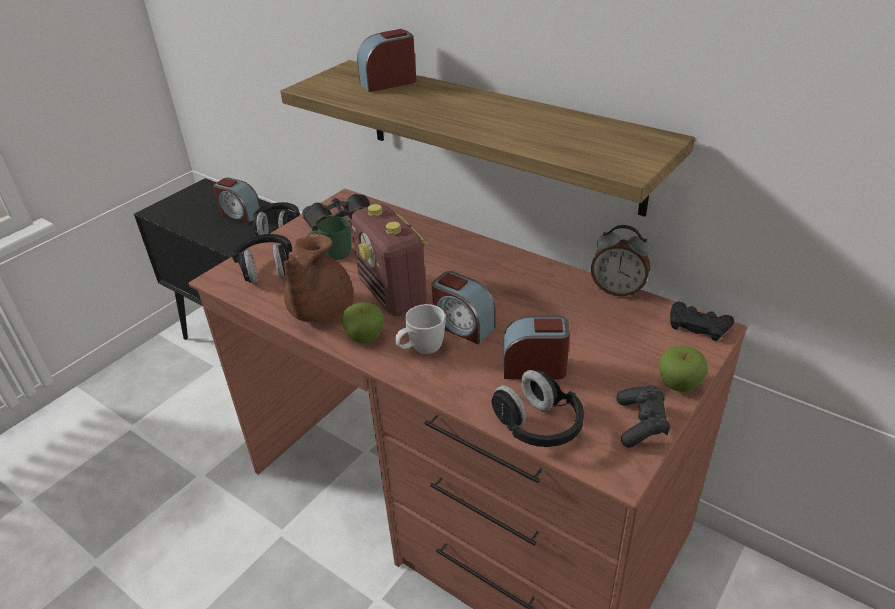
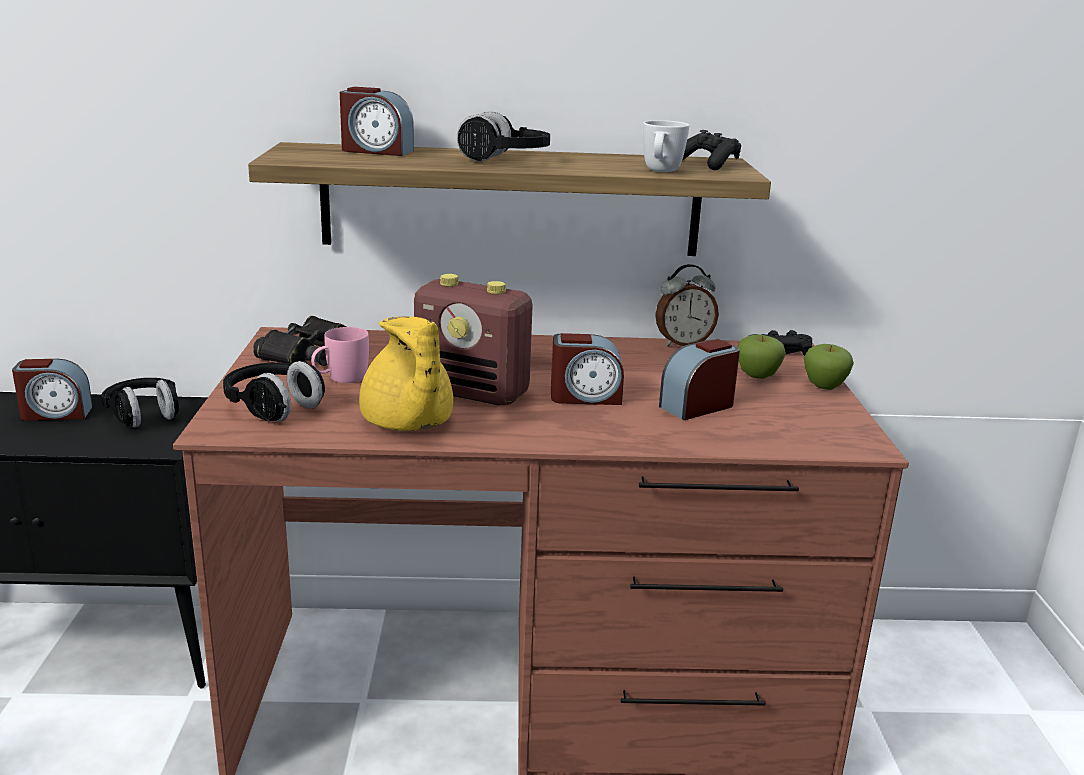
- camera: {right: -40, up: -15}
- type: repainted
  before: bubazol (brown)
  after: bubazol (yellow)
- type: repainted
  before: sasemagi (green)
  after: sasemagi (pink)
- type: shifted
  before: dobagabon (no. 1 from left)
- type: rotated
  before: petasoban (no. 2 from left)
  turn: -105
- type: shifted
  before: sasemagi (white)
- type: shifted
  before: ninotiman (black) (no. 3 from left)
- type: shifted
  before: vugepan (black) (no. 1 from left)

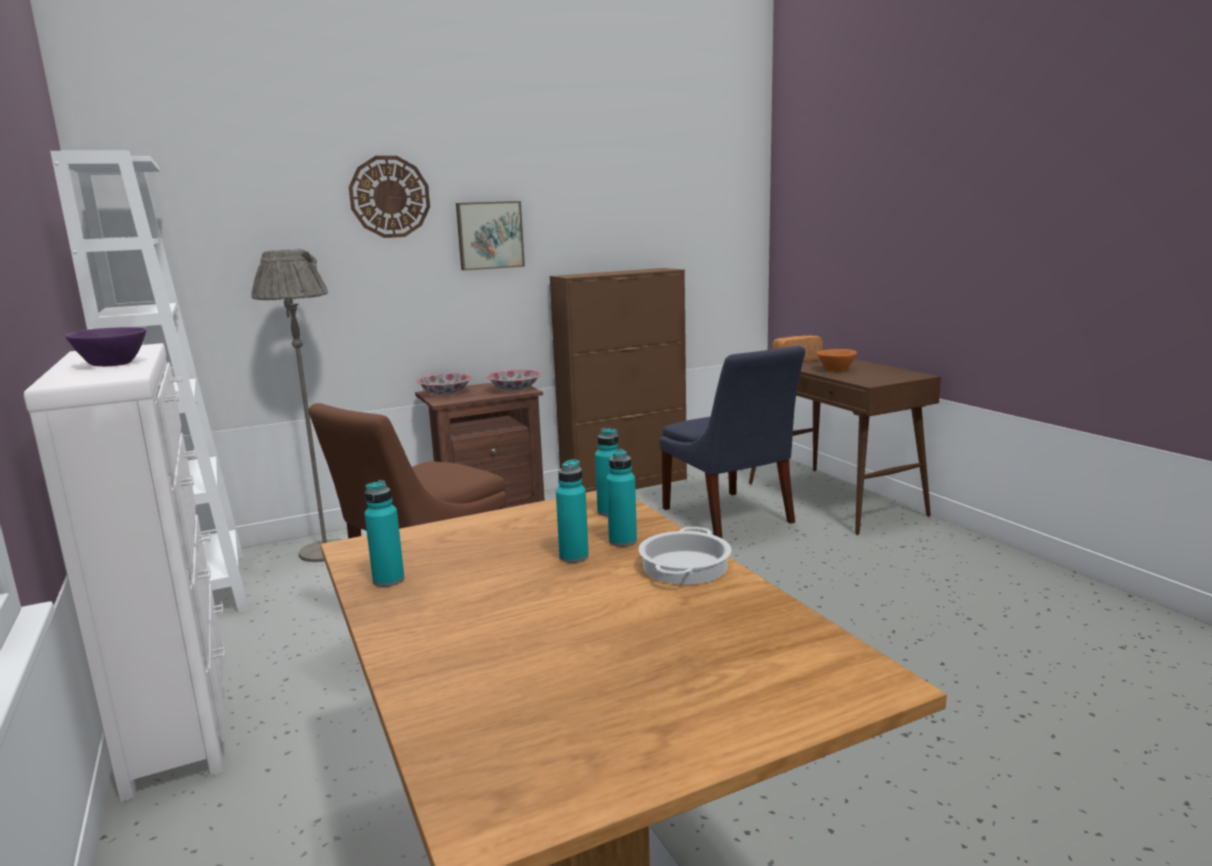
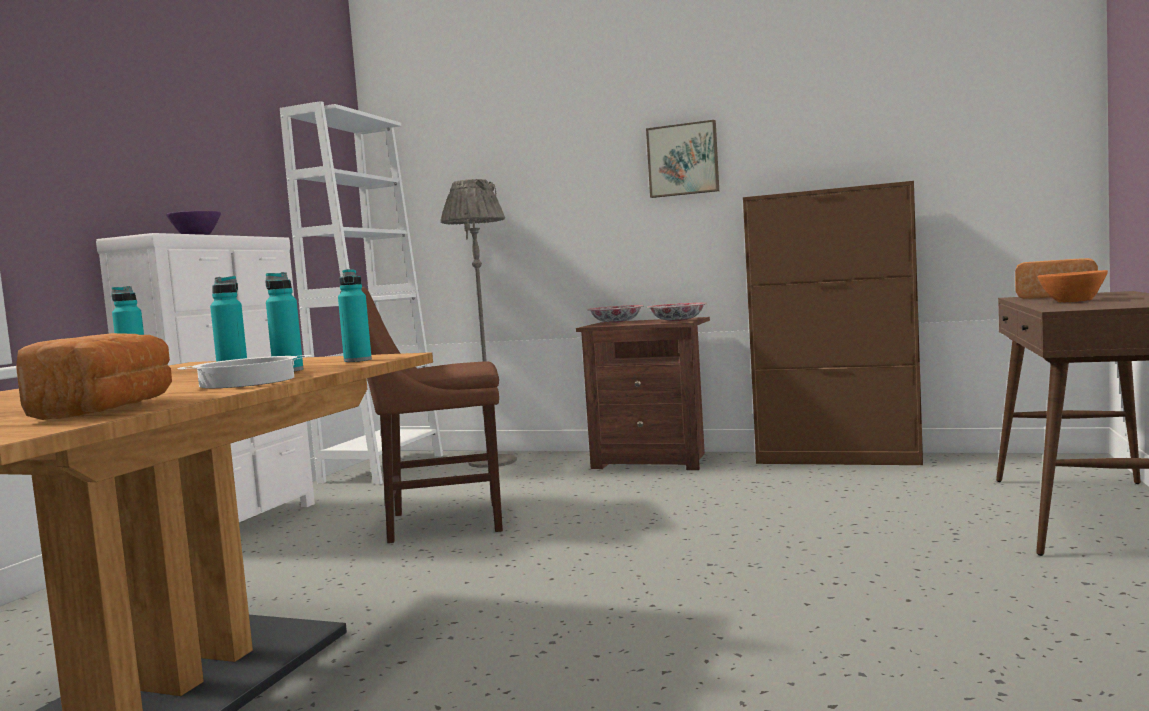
- camera: {right: 45, up: -10}
- type: gone
  before: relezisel
- type: gone
  before: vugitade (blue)
- type: new
  after: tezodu (no. 1 from left)

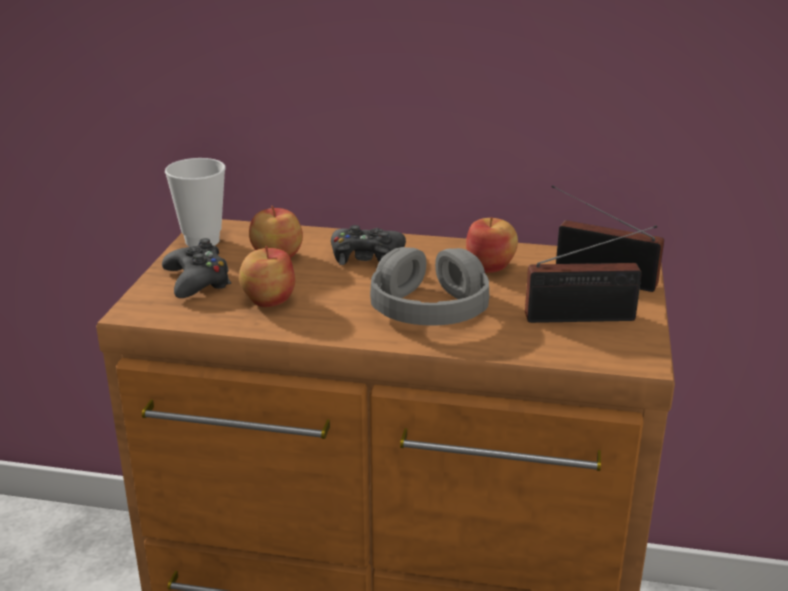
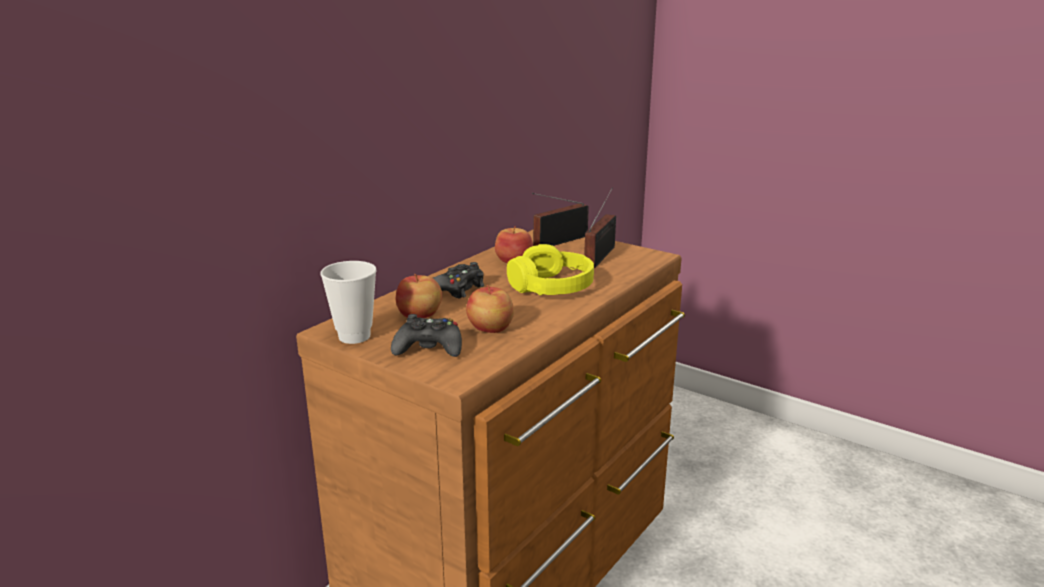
- camera: {right: -65, up: -5}
- type: repainted
  before: ninotiman (grey)
  after: ninotiman (yellow)

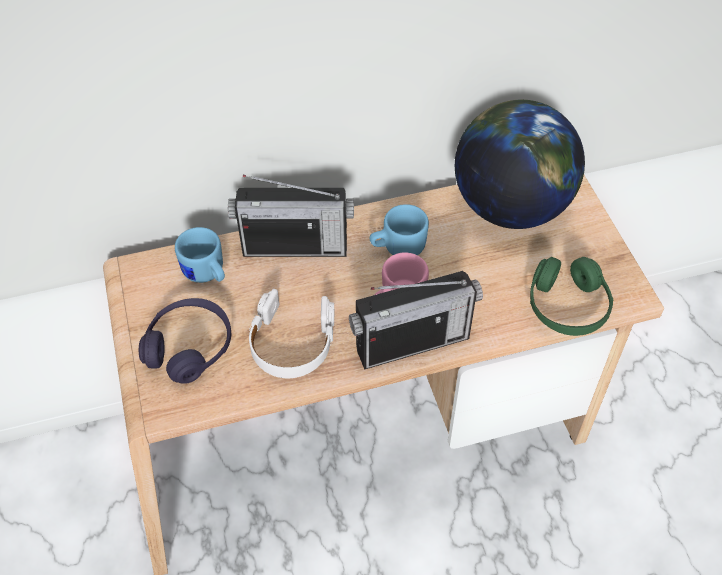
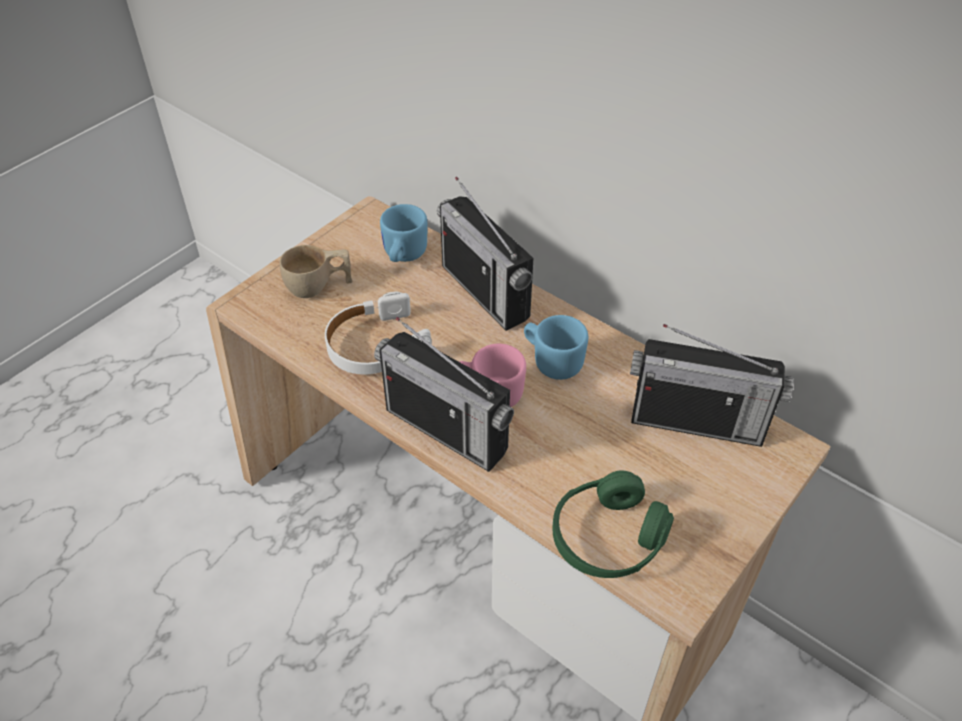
- camera: {right: 55, up: -5}
- type: swapped
  before: ninotiman (purple)
  after: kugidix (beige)
- type: swapped
  before: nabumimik
  after: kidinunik (no. 3 from left)

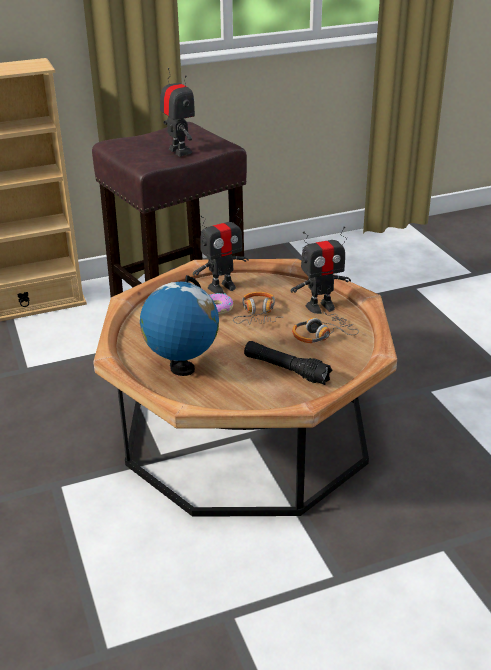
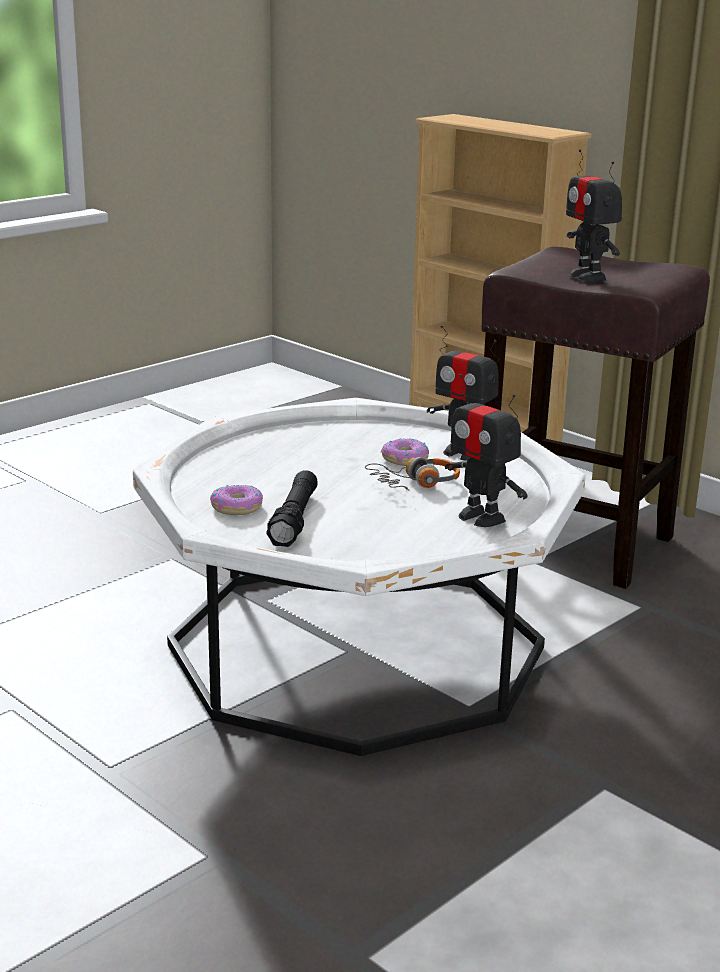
- camera: {right: 65, up: -10}
- type: repainted
  before: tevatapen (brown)
  after: tevatapen (white)
- type: gone
  before: nabumimik
- type: rotated
  before: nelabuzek (no. 1 from left in the first image)
  turn: 120
- type: gone
  before: ninotiman (no. 2 from left)
- type: new
  after: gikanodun (no. 1 from left)

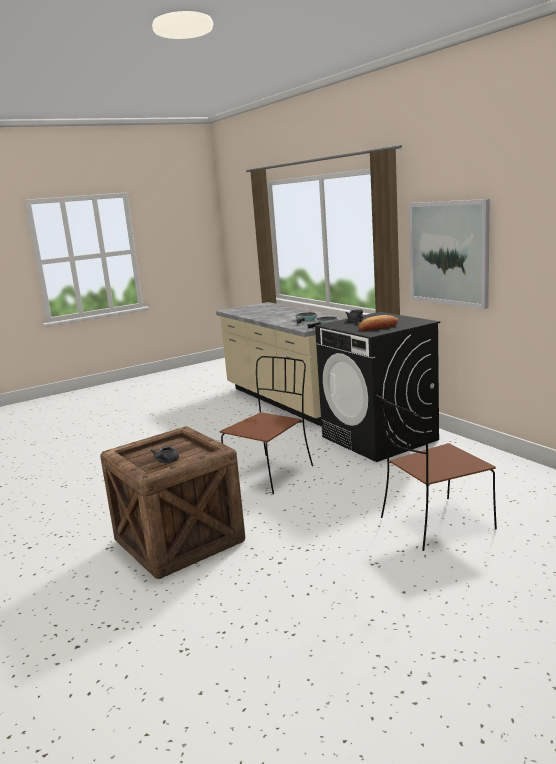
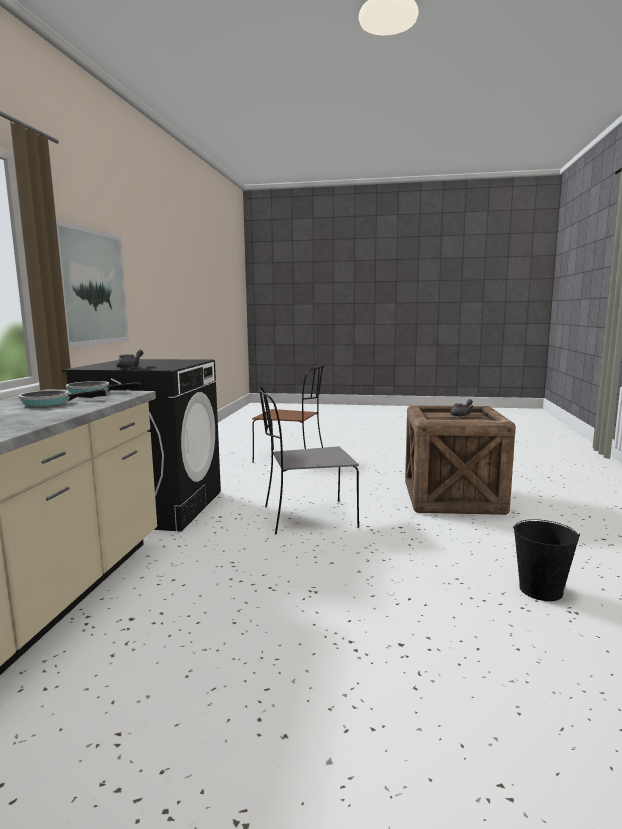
- camera: {right: -140, up: -5}
- type: repainted
  before: vugitade (brown) (no. 1 from left)
  after: vugitade (grey)
- type: gone
  before: tezodu
- type: new
  after: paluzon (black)

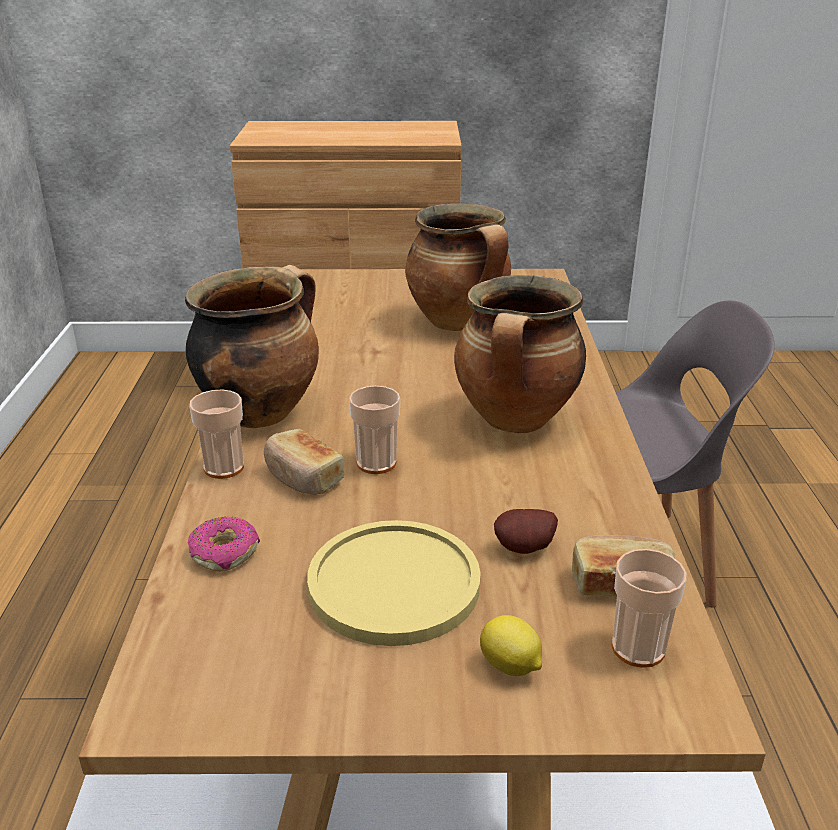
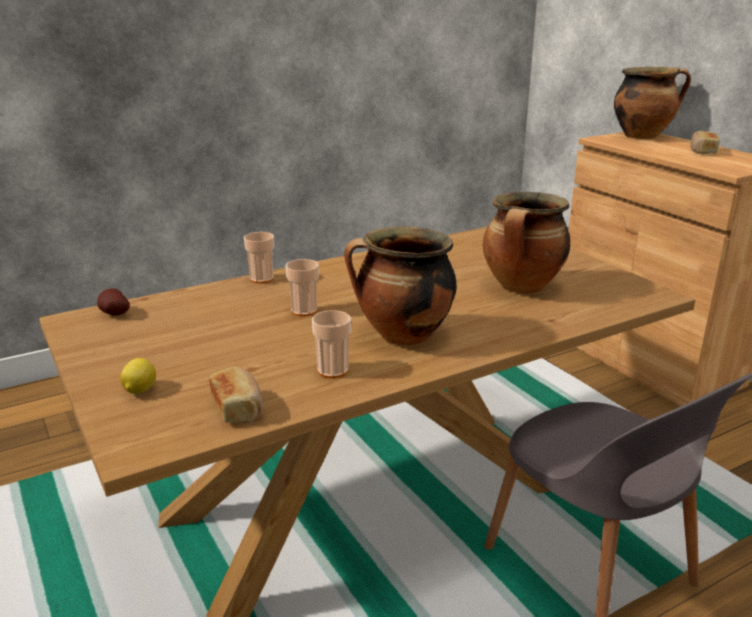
- camera: {right: 60, up: -5}
- type: shifted
  before: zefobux (no. 1 from left in the first image)
  after: zefobux (no. 3 from left)
- type: gone
  before: gikanodun
- type: shifted
  before: tezodu (no. 1 from left in the first image)
  after: tezodu (no. 2 from left)
- type: gone
  before: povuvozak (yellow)
- type: shifted
  before: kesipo
- type: shifted
  before: kugidix (no. 3 from left)

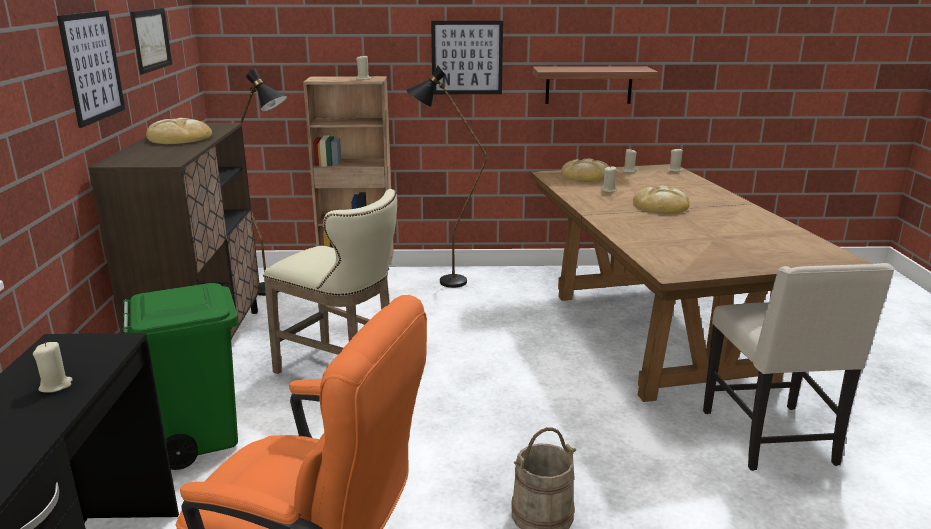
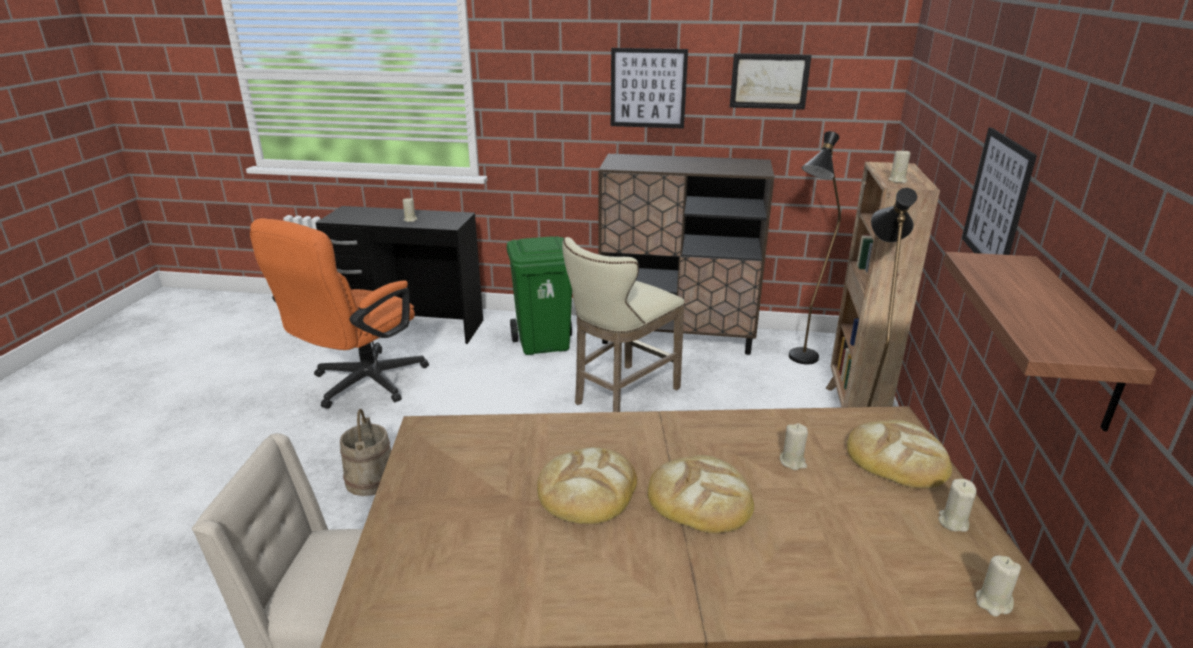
- camera: {right: 100, up: 5}
- type: shifted
  before: tezodu (no. 1 from left)

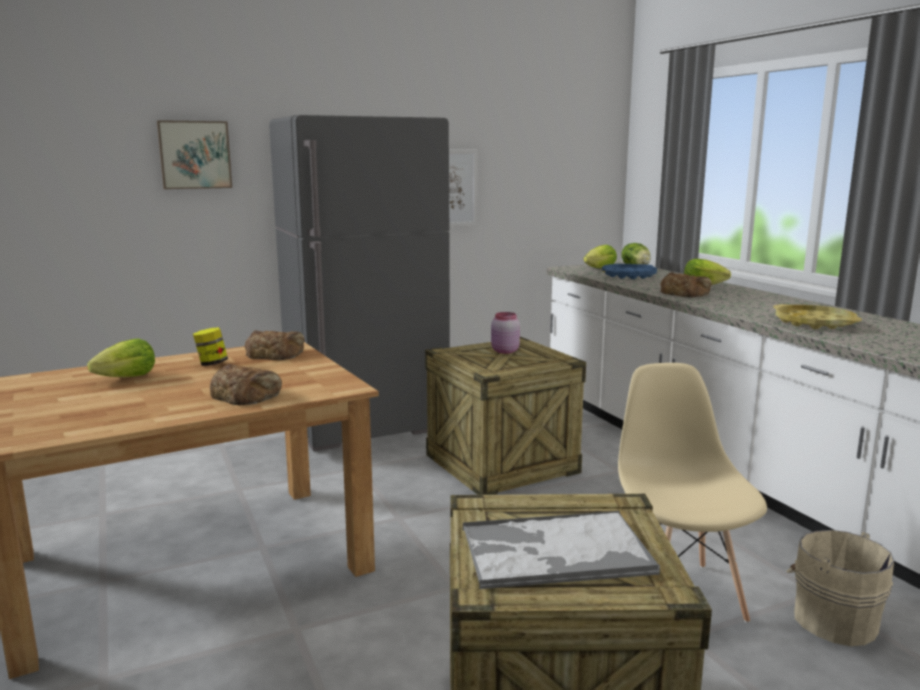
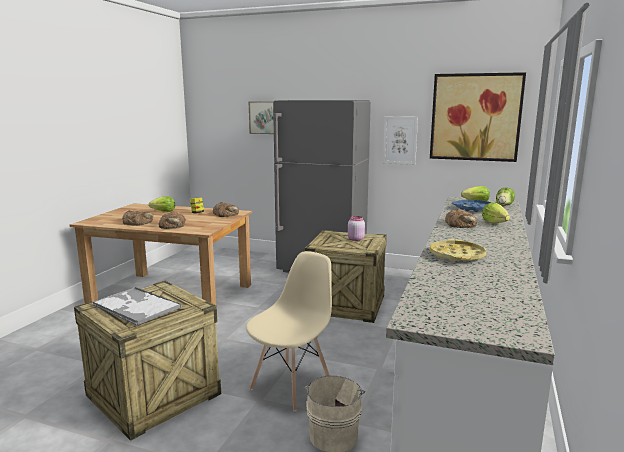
- camera: {right: 45, up: 0}
- type: new
  after: tezodu (no. 1 from left)
- type: new
  after: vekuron (no. 3 from left)

